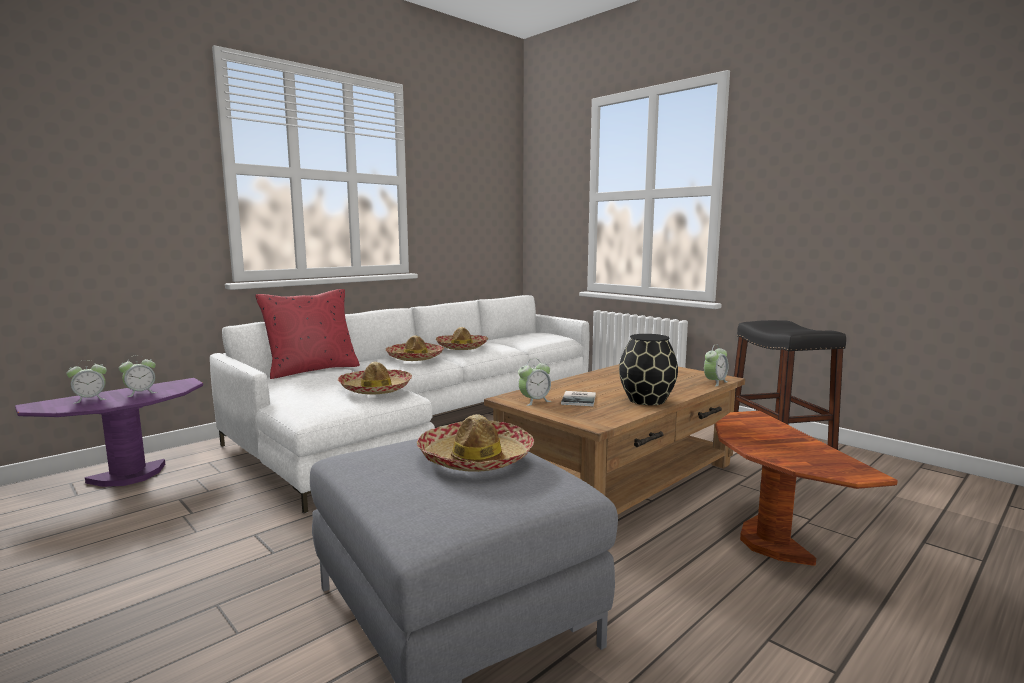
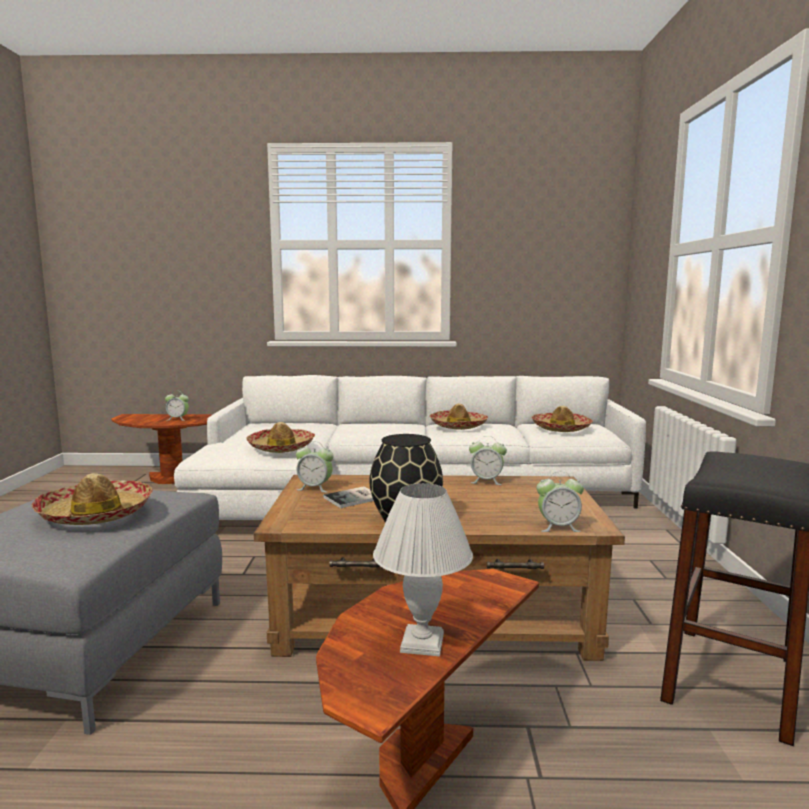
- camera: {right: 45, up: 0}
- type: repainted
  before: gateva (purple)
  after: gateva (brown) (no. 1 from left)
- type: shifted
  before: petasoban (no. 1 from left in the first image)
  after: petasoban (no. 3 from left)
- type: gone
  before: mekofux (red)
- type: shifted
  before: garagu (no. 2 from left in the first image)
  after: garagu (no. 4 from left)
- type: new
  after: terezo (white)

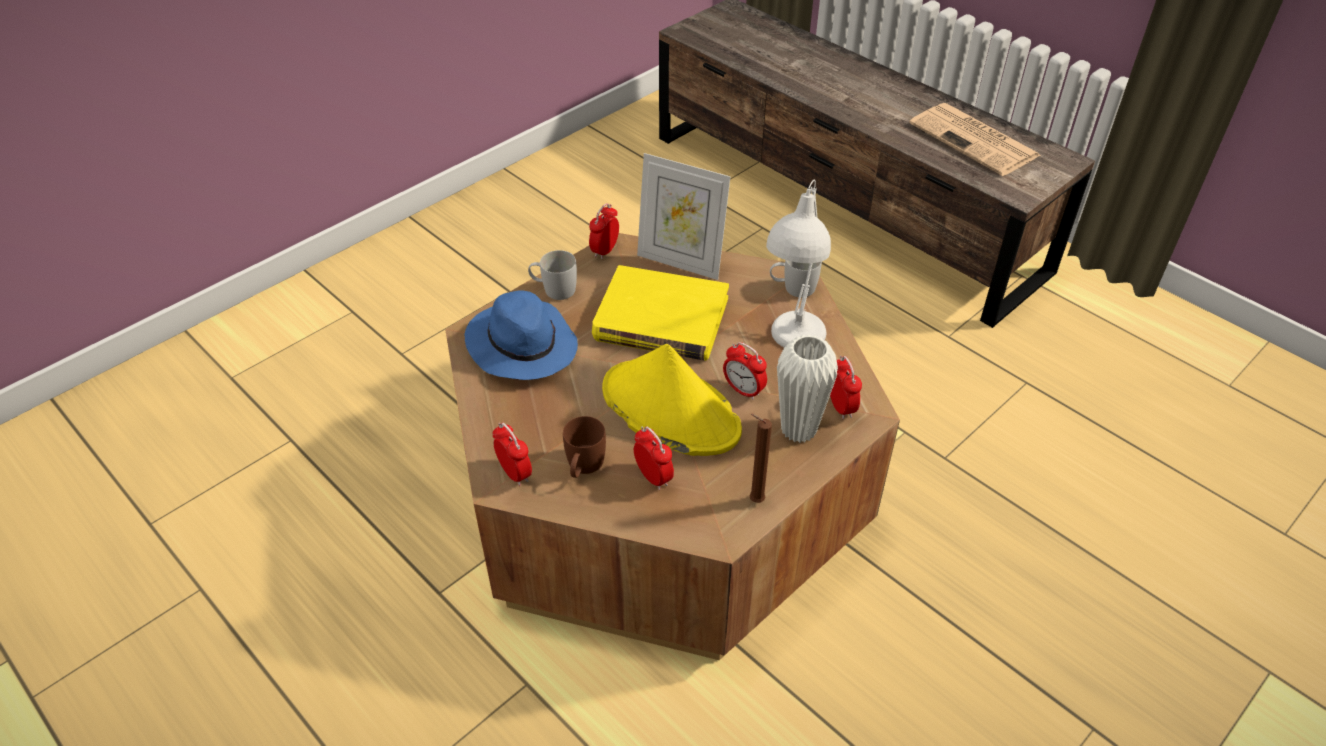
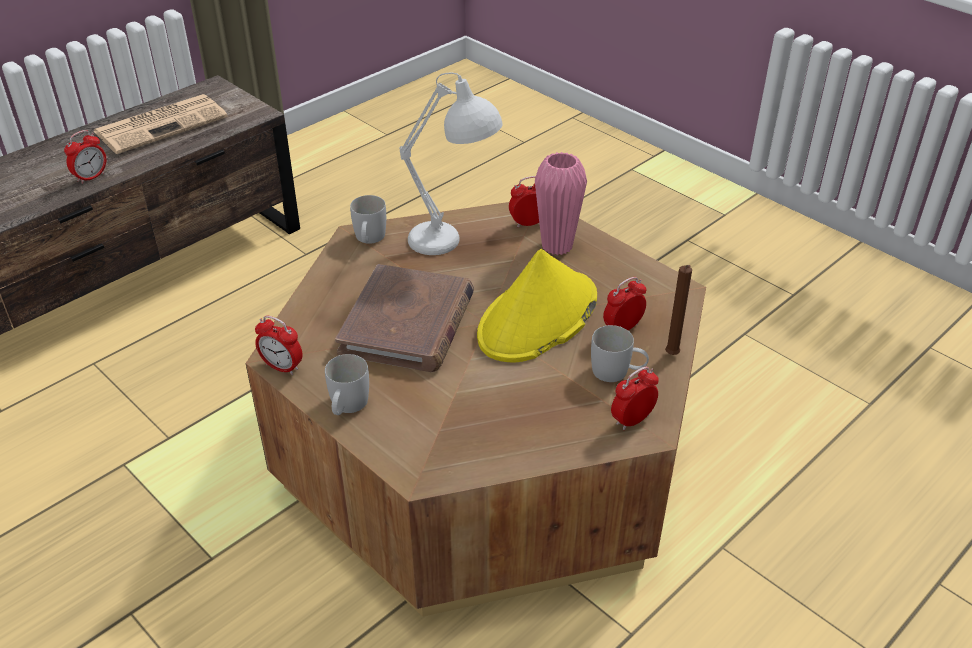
- camera: {right: -90, up: -5}
- type: gone
  before: garagu (blue)
- type: repainted
  before: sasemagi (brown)
  after: sasemagi (white) (no. 3 from left)
- type: repainted
  before: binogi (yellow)
  after: binogi (brown)
- type: gone
  before: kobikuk
- type: shifted
  before: petasoban (no. 4 from left in the first image)
  after: petasoban (no. 1 from left)
- type: shifted
  before: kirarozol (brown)
- type: repainted
  before: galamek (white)
  after: galamek (pink)

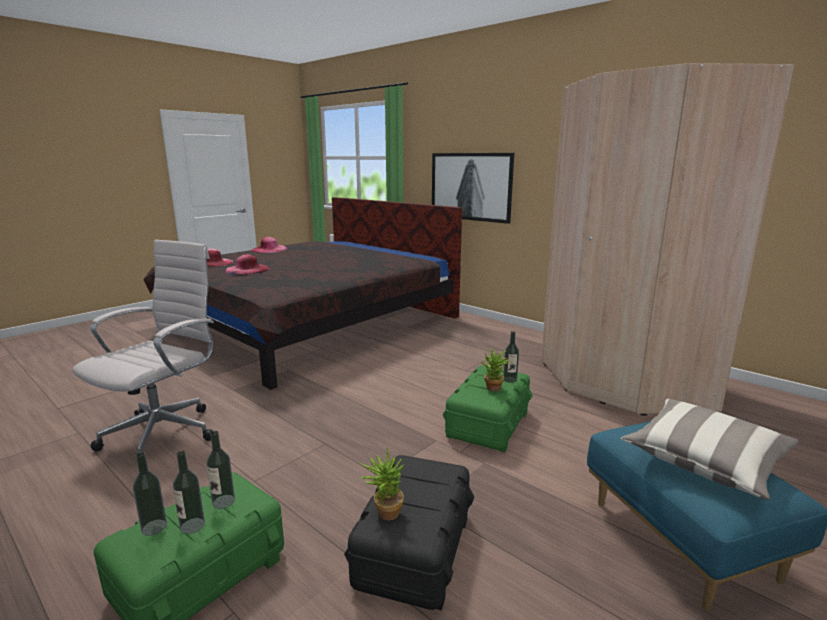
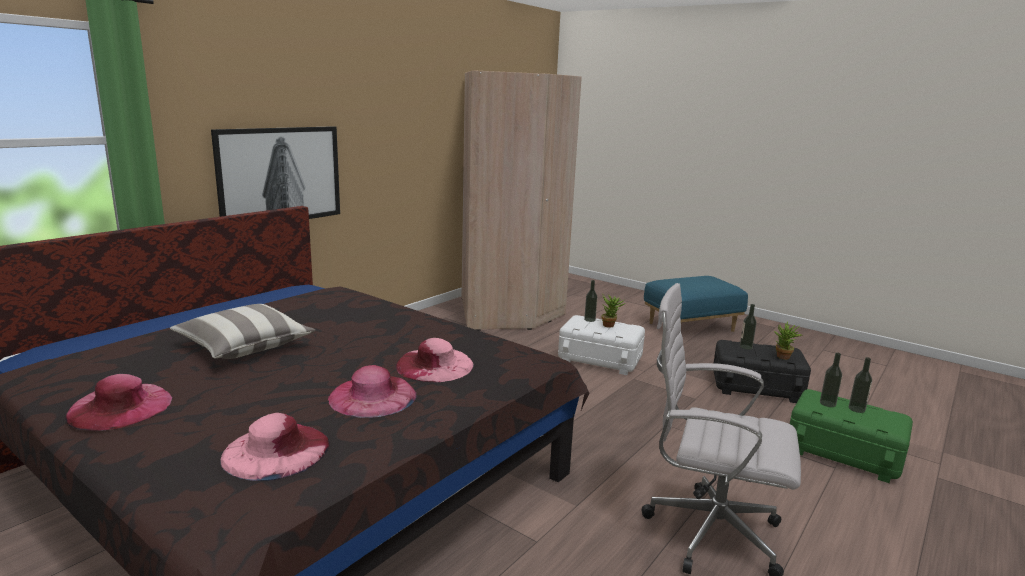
- camera: {right: -95, up: 0}
- type: shifted
  before: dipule (no. 1 from left in the first image)
  after: dipule (no. 2 from left)
- type: repainted
  before: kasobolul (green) (no. 2 from left)
  after: kasobolul (white)
- type: shifted
  before: mekofux
- type: new
  after: garagu (pink) (no. 4 from left)

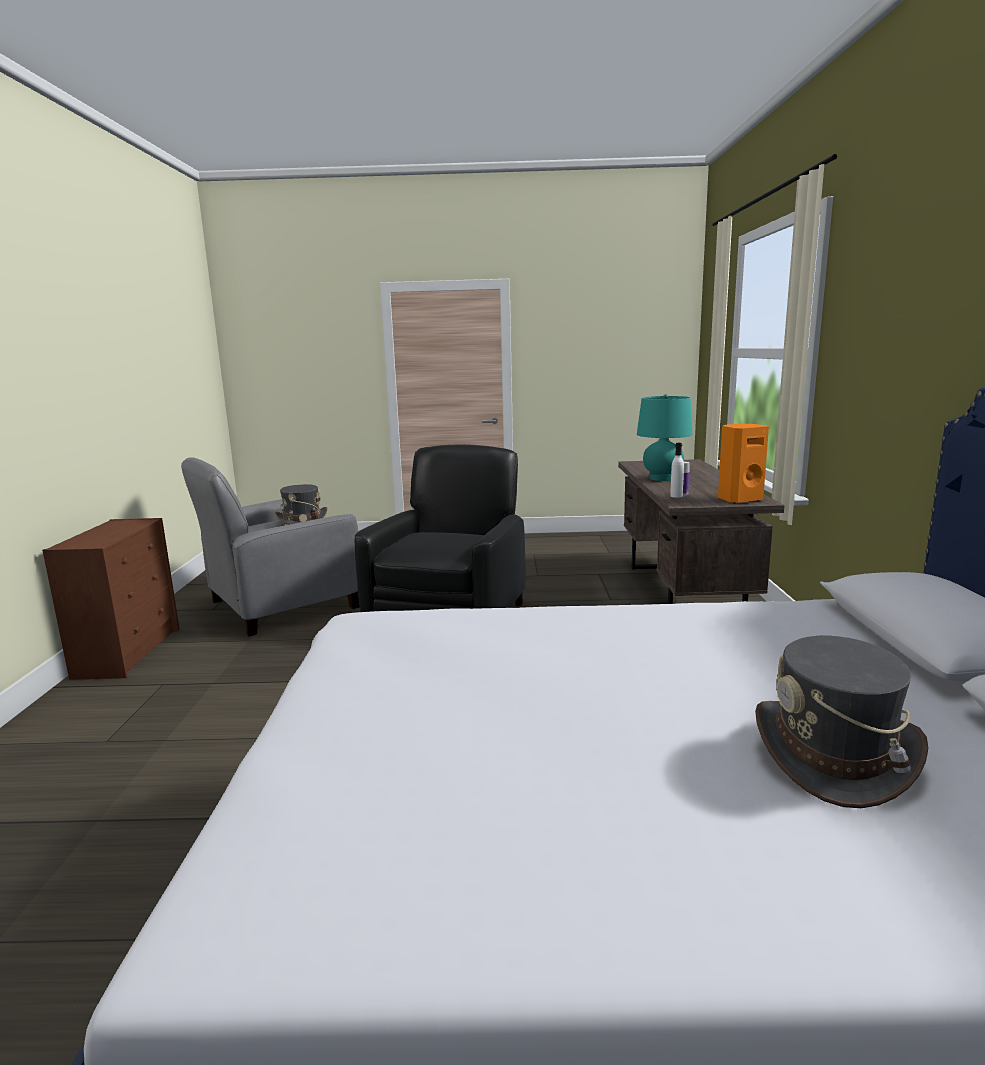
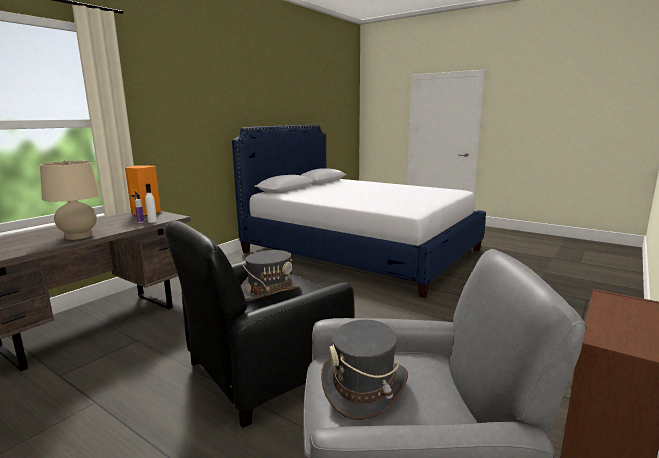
- camera: {right: -145, up: 0}
- type: repainted
  before: terezo (turquoise)
  after: terezo (beige)
- type: shifted
  before: garagu (grey) (no. 2 from left in the first image)
  after: garagu (grey) (no. 1 from left)

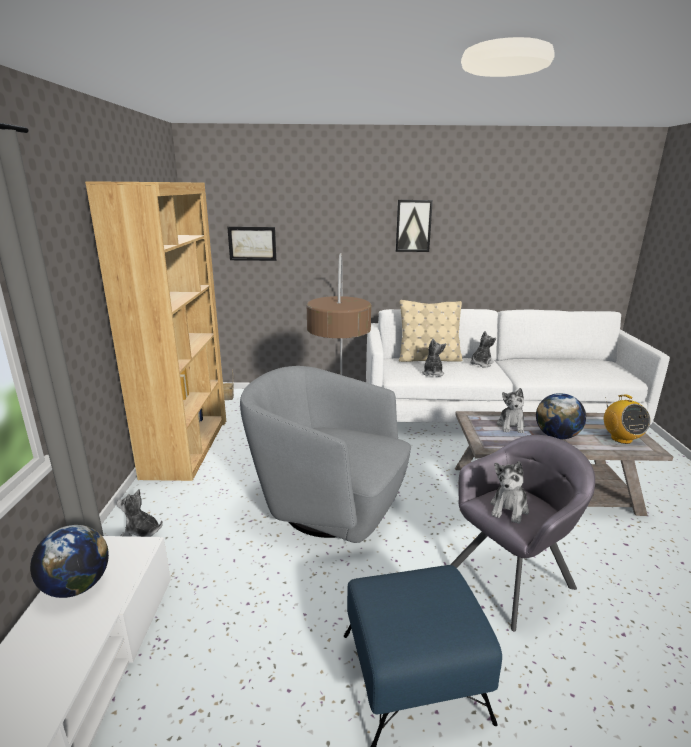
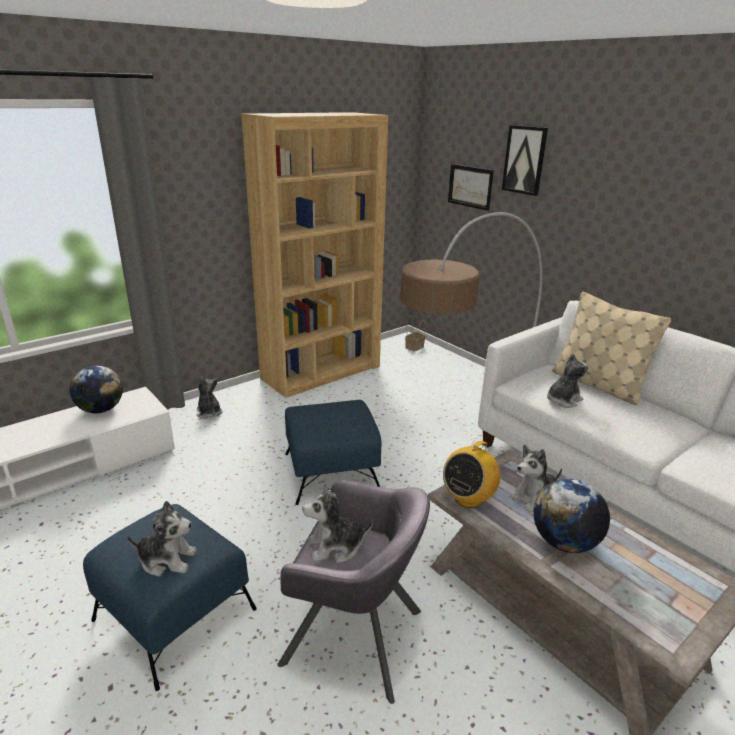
- camera: {right: 50, up: 5}
- type: swapped
  before: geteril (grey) (no. 1 from left)
  after: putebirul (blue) (no. 2 from left)
- type: shifted
  before: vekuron (no. 2 from left)
- type: shifted
  before: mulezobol (no. 3 from left in the first image)
  after: mulezobol (no. 1 from left)
- type: shifted
  before: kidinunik

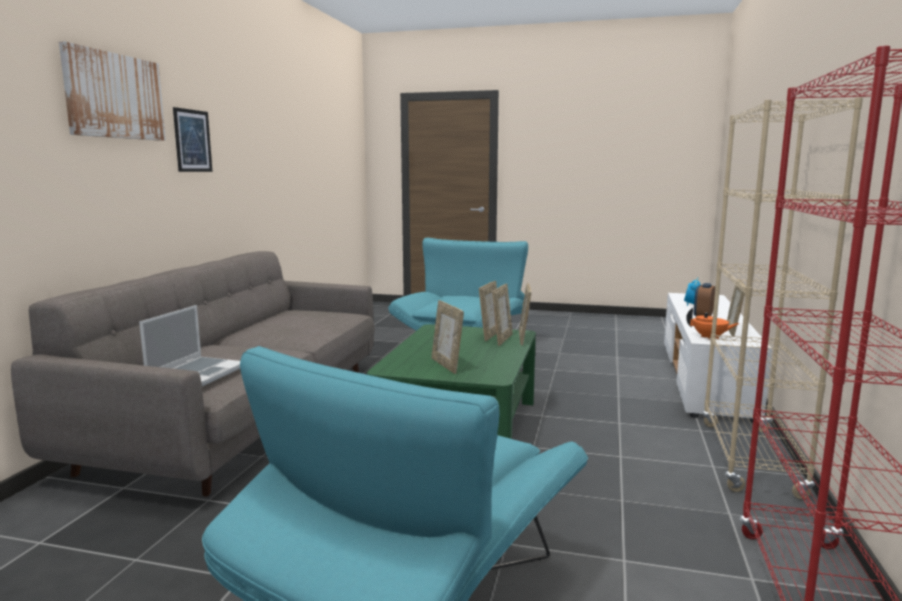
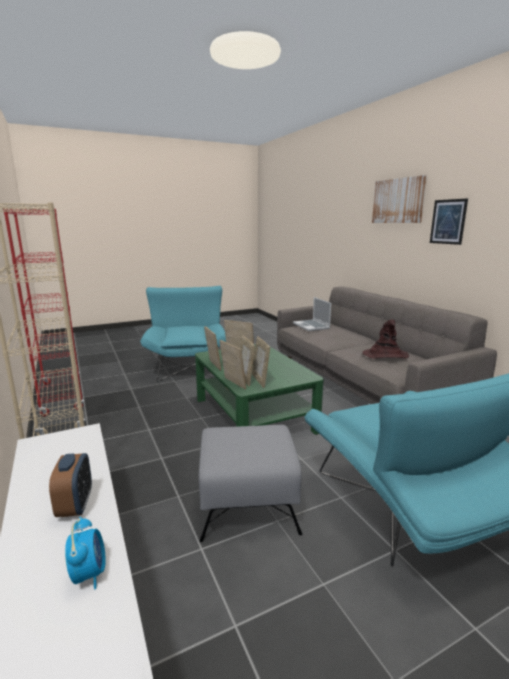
- camera: {right: 140, up: 5}
- type: gone
  before: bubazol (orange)
- type: shifted
  before: kobikuk (no. 5 from left in the first image)
  after: kobikuk (no. 1 from left)
- type: new
  after: putebirul (grey)
- type: new
  after: garagu (brown)

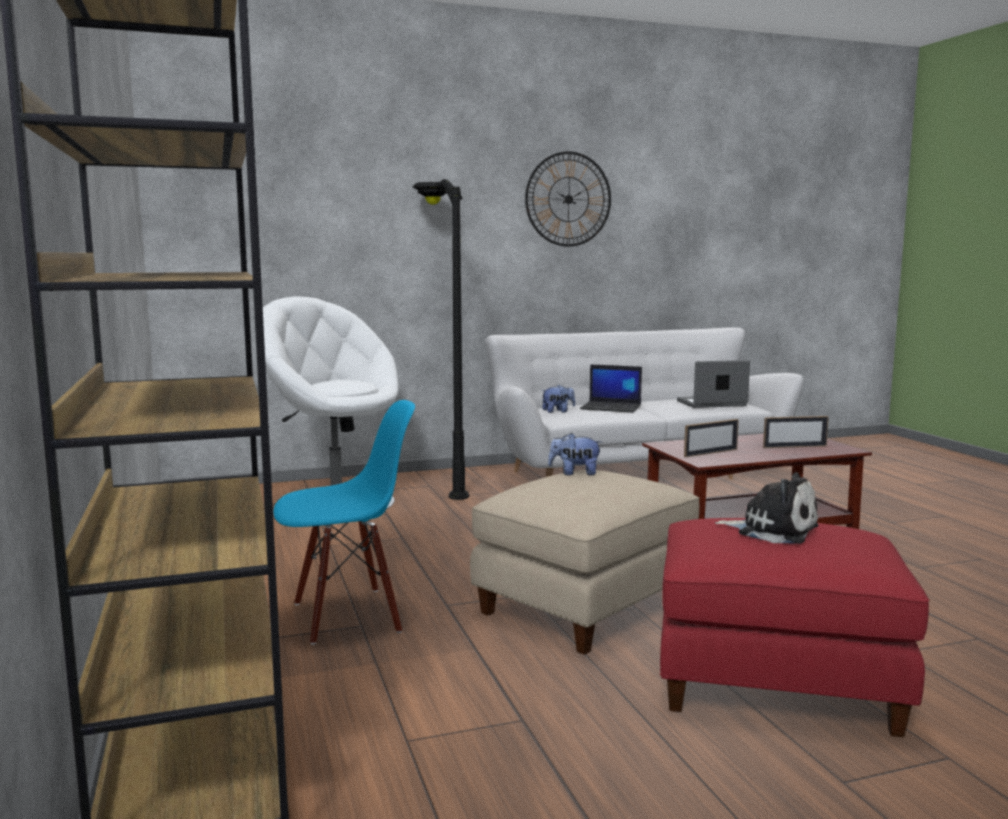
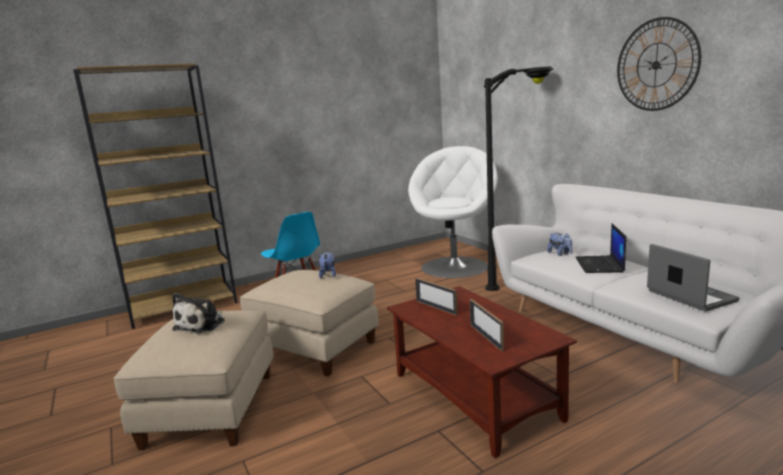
- camera: {right: 80, up: 5}
- type: repainted
  before: putebirul (red)
  after: putebirul (beige) (no. 1 from left)

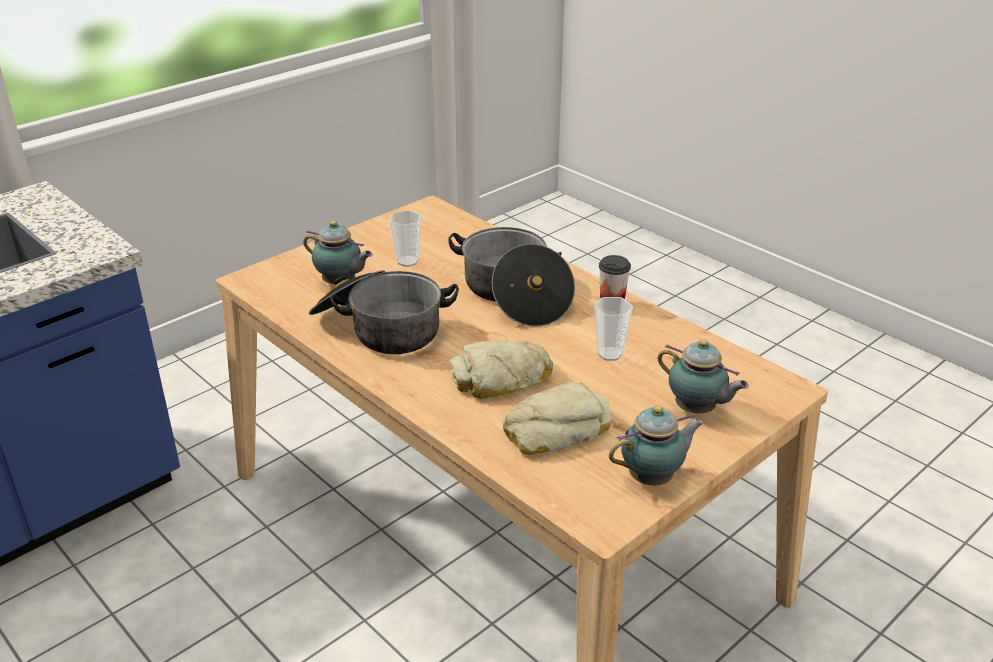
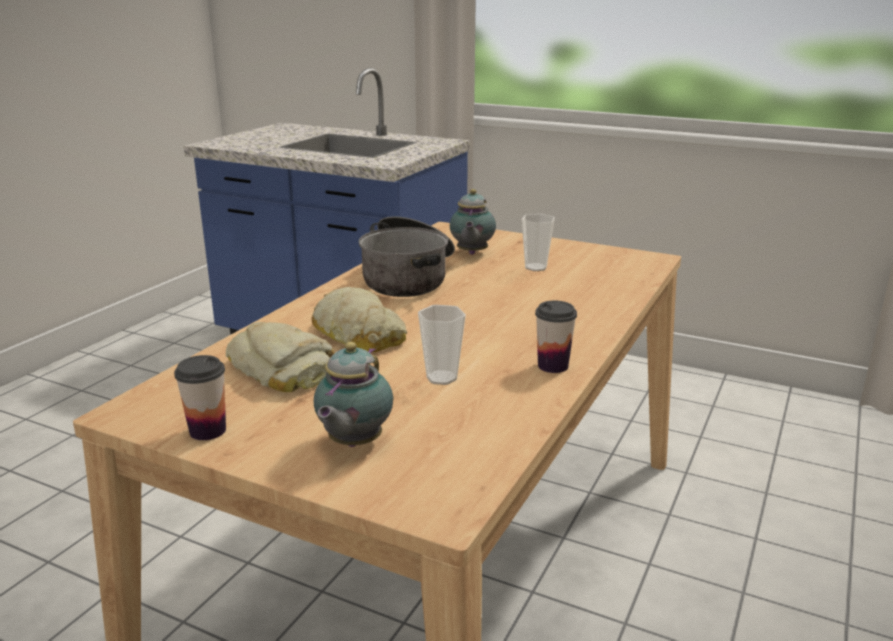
- camera: {right: 70, up: -10}
- type: gone
  before: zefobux (no. 2 from left)
- type: swapped
  before: bubazol (no. 2 from left)
  after: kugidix (no. 1 from left)

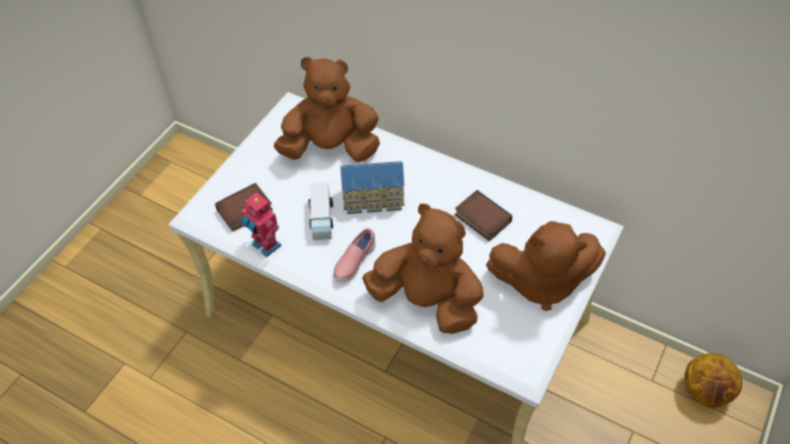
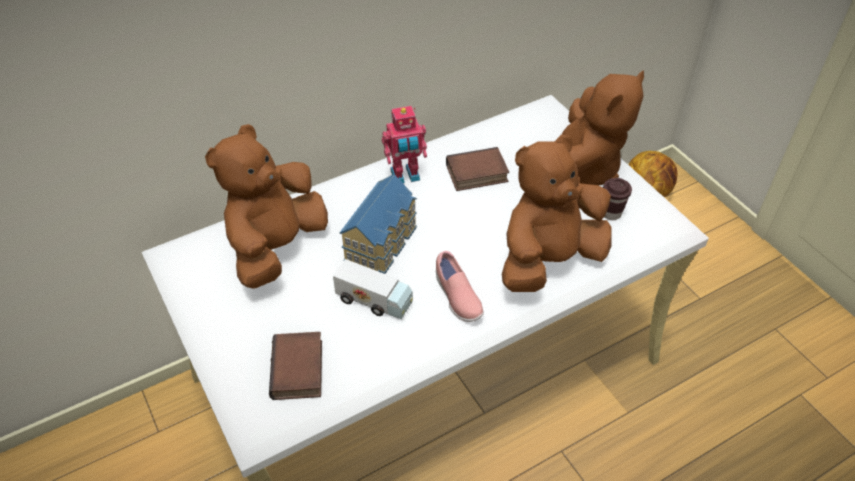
- camera: {right: -60, up: -5}
- type: shifted
  before: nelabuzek
- type: new
  after: kugidix (brown)

